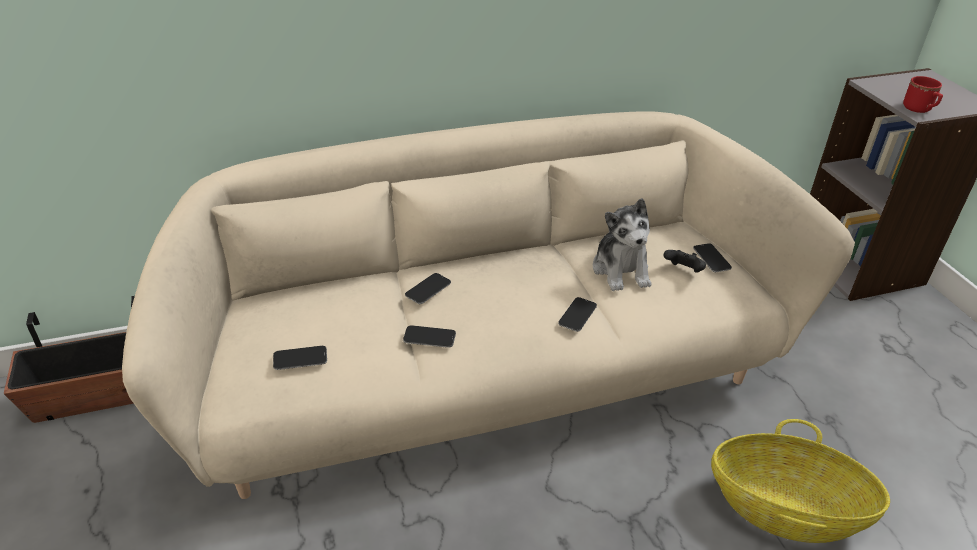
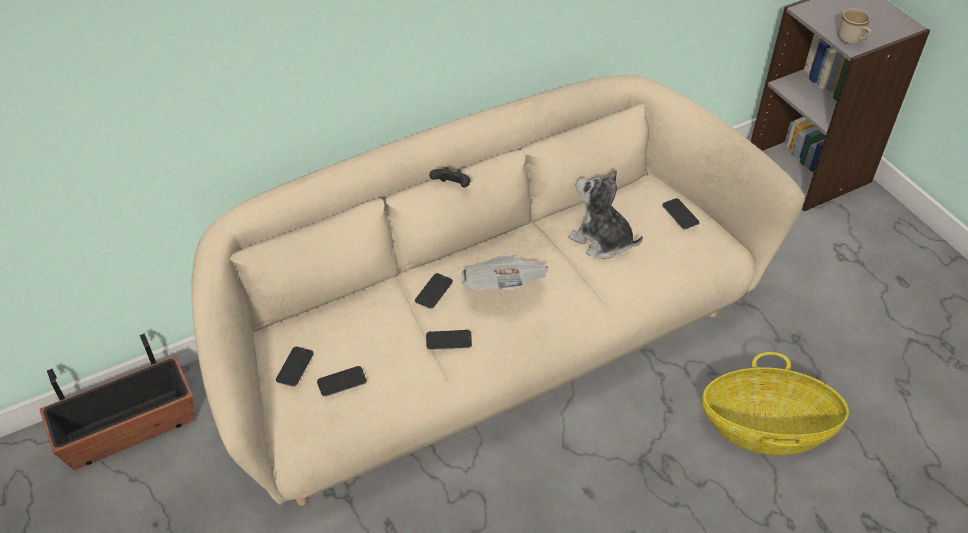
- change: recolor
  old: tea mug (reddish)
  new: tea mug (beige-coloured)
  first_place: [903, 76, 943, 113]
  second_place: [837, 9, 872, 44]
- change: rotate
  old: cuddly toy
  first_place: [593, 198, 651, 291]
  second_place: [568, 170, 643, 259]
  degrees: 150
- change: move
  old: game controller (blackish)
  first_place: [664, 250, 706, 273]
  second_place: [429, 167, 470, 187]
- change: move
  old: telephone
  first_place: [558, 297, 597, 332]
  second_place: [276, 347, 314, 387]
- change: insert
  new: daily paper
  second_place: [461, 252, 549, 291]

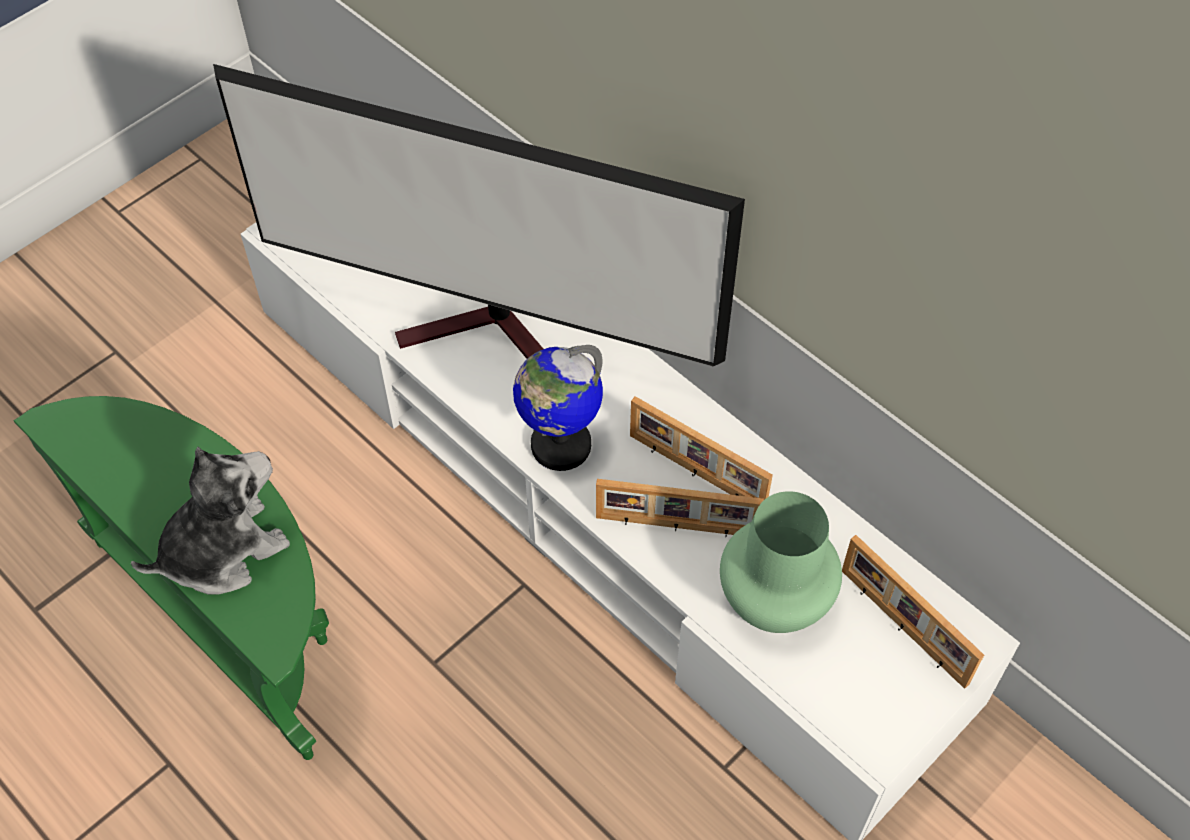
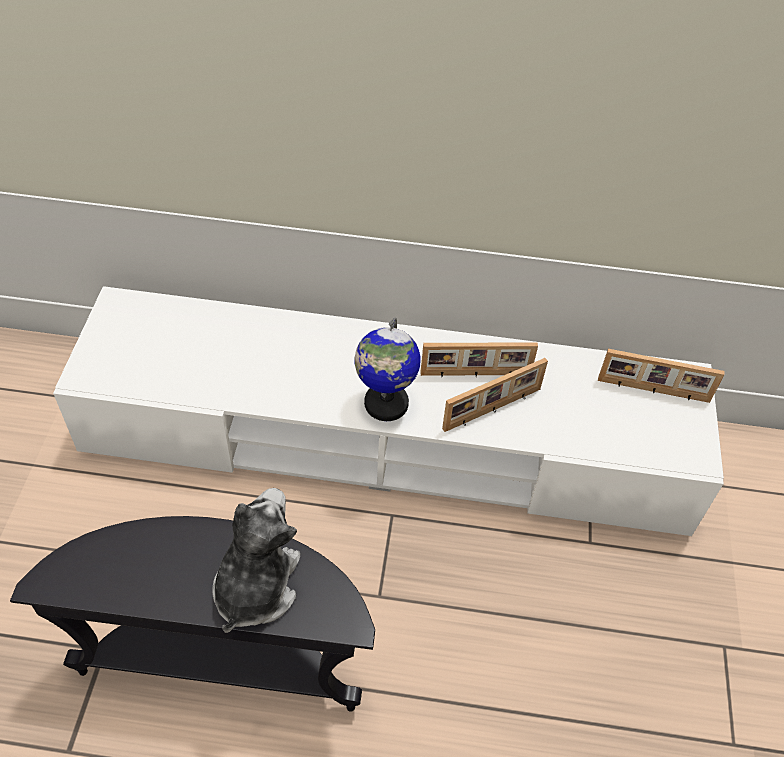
- change: delete
  old: TV
  first_place: [213, 64, 745, 366]
- change: recolor
  old: accent table (green)
  new: accent table (blackish)
  first_place: [14, 396, 329, 760]
  second_place: [10, 516, 375, 712]
- change: delete
  old: flower vase (green)
  first_place: [720, 491, 842, 633]

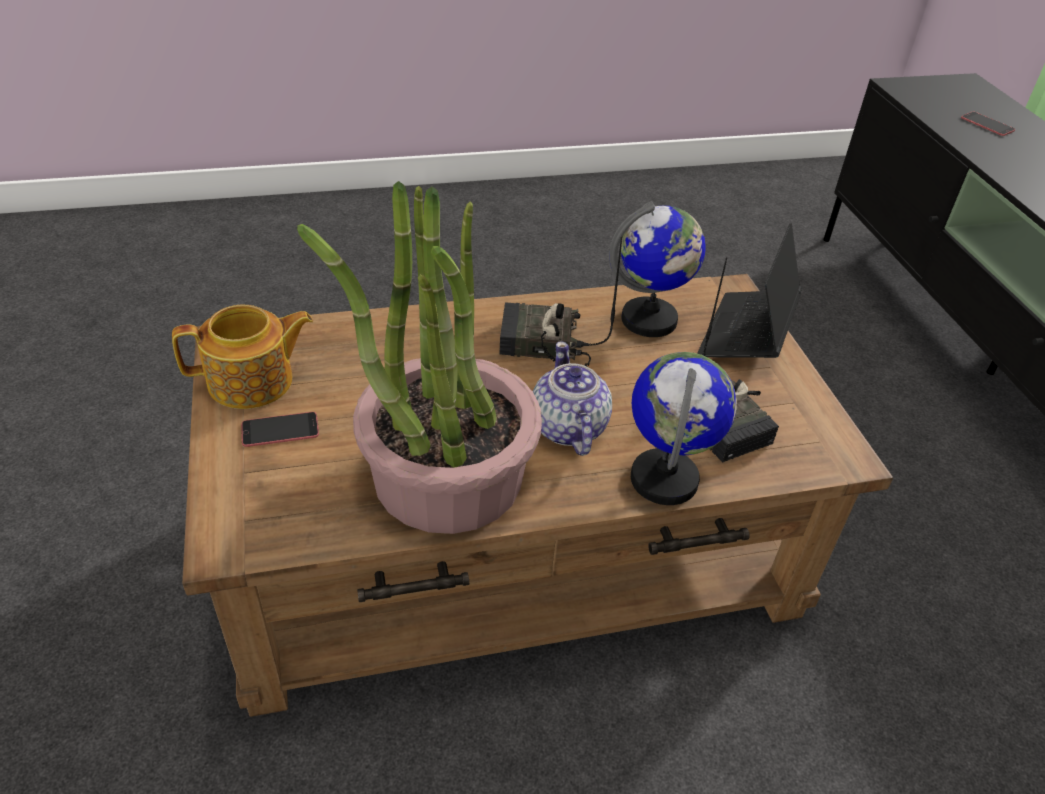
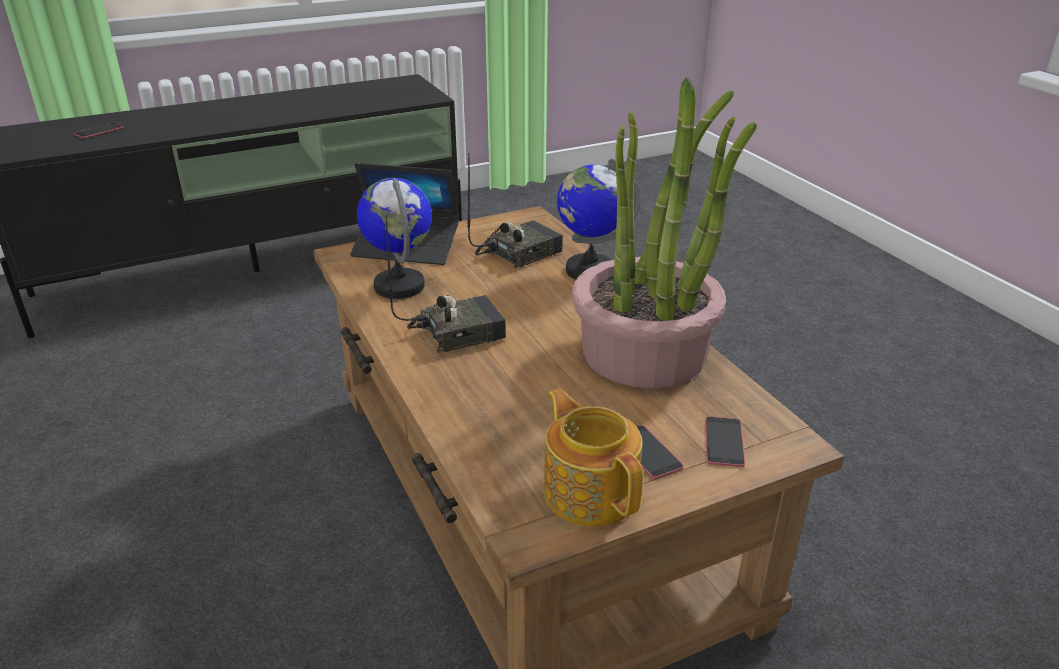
- change: rotate
  old: radio set
  first_place: [499, 236, 622, 366]
  second_place: [385, 215, 506, 353]
  degrees: -105
- change: delete
  old: pot for tea
  first_place: [533, 341, 612, 456]
- change: insert
  new: telephone
  second_place: [705, 416, 745, 467]

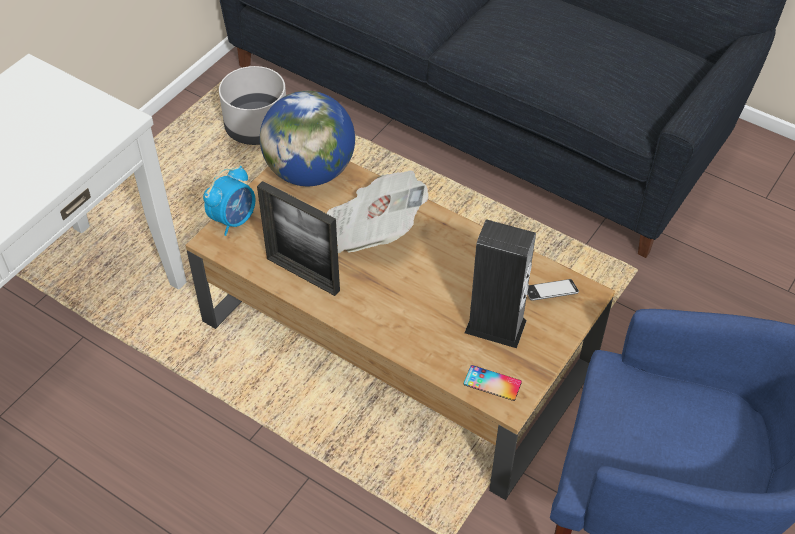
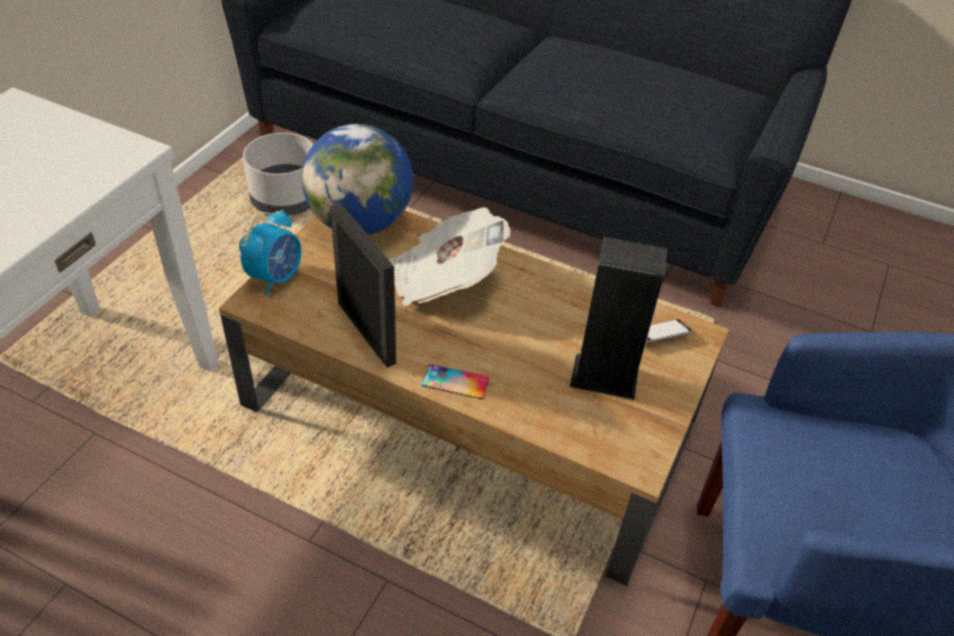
- change: rotate
  old: picture frame
  first_place: [257, 181, 340, 296]
  second_place: [330, 202, 396, 368]
  degrees: -150
- change: move
  old: telephone
  first_place: [464, 365, 522, 401]
  second_place: [422, 364, 489, 399]

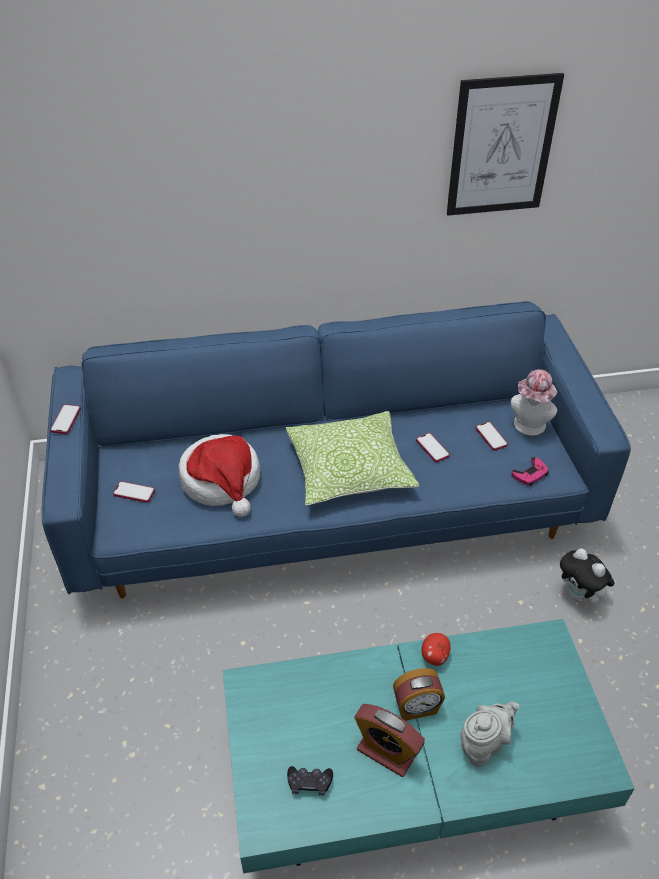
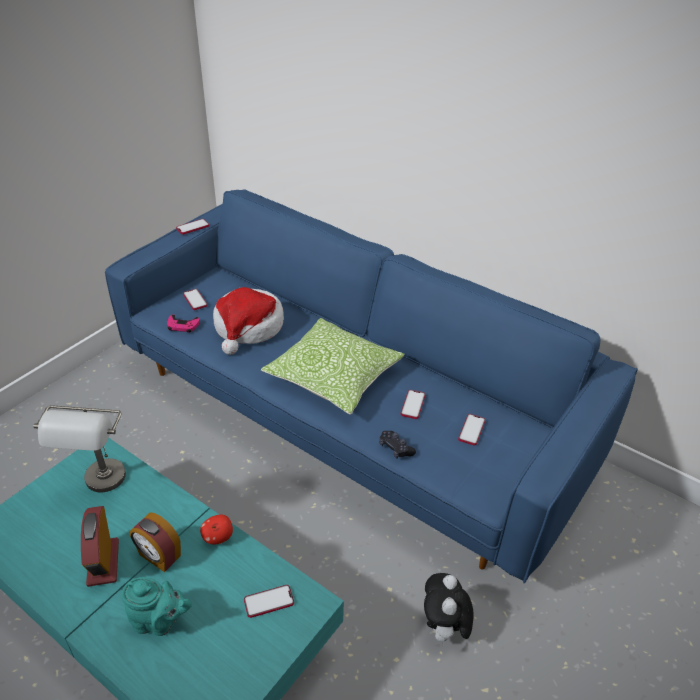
- change: delete
  old: picture
  first_place: [447, 73, 564, 216]
- change: delete
  old: hat
  first_place: [511, 369, 557, 436]
- change: move
  old: game controller (pinkish)
  first_place: [511, 457, 549, 486]
  second_place: [167, 315, 200, 333]
- change: recolor
  old: pot for tea (greyish)
  new: pot for tea (turquoise-coloured)
  first_place: [460, 702, 519, 767]
  second_place: [122, 577, 192, 636]
- change: move
  old: game controller (blackish)
  first_place: [287, 766, 333, 796]
  second_place: [379, 431, 416, 458]
- change: insert
  new: lamp for a table (greyish)
  second_place: [33, 405, 126, 492]
- change: insert
  new: telephone
  second_place: [244, 585, 294, 618]

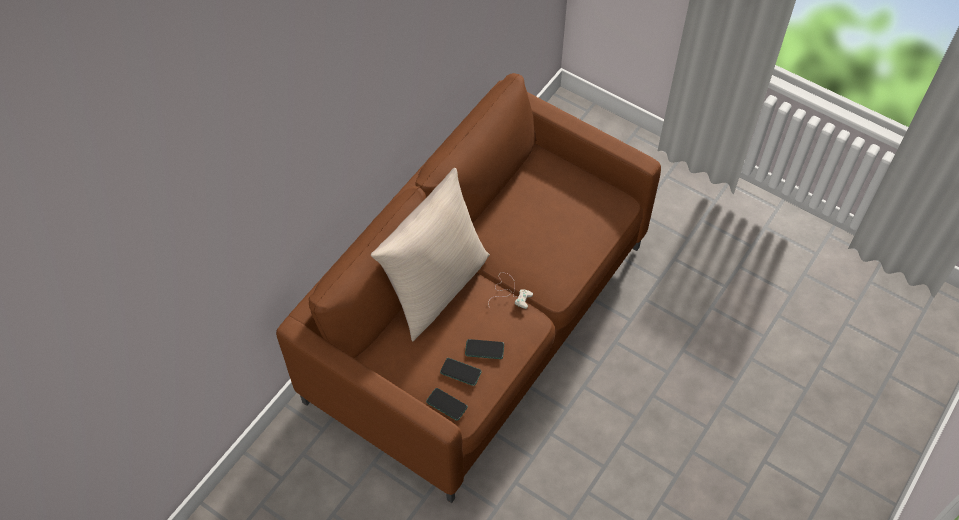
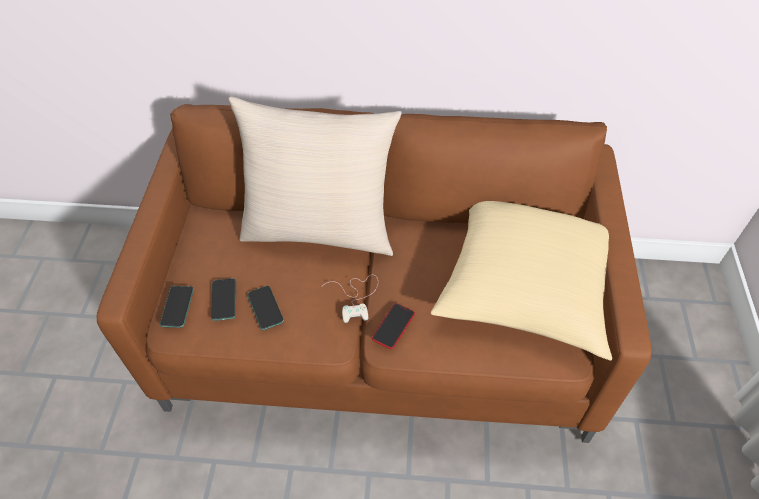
- change: insert
  new: throw pillow (beige-coloured)
  second_place: [431, 201, 612, 361]
- change: insert
  new: telephone
  second_place: [372, 303, 415, 349]

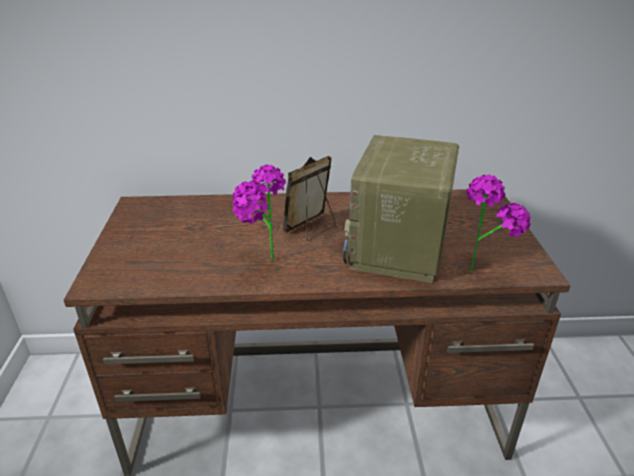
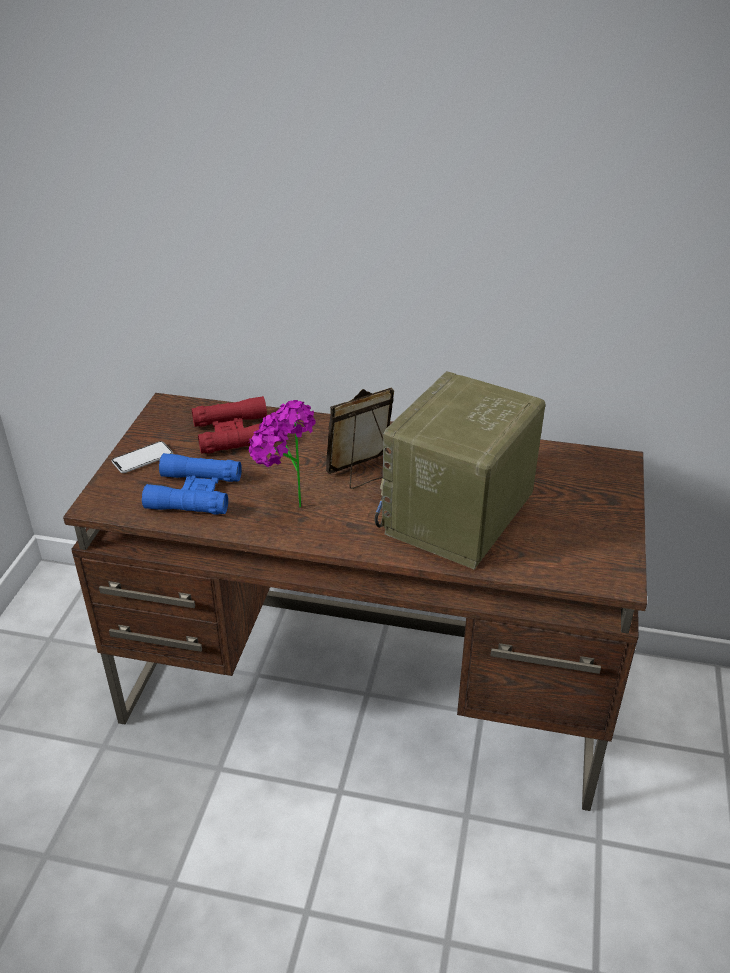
- change: delete
  old: houseplant
  first_place: [466, 174, 531, 273]
- change: insert
  new: field glasses (reddish)
  second_place: [192, 396, 276, 454]
- change: insert
  new: telephone
  second_place: [111, 441, 173, 473]
- change: insert
  new: field glasses (bluish)
  second_place: [142, 453, 242, 515]

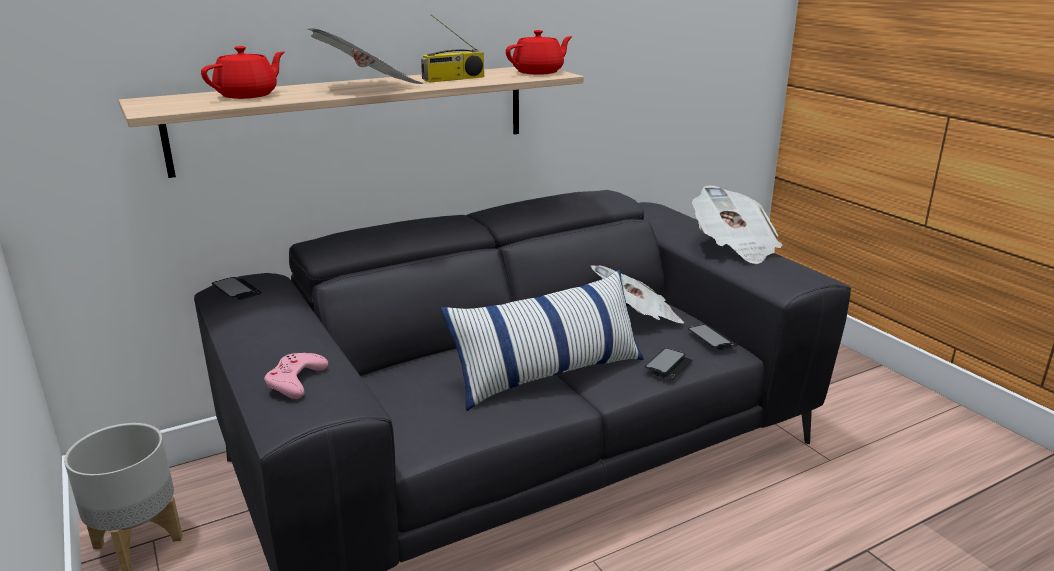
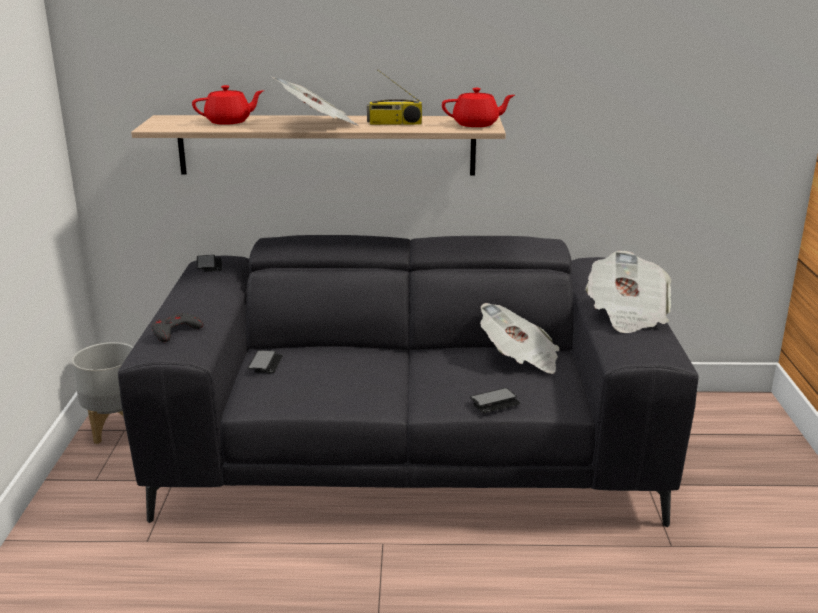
- change: delete
  old: throw pillow
  first_place: [441, 270, 644, 411]
- change: move
  old: telephone
  first_place: [688, 324, 738, 350]
  second_place: [248, 350, 283, 373]
- change: recolor
  old: game controller (pinkish)
  new: game controller (greyish)
  first_place: [265, 353, 328, 399]
  second_place: [152, 313, 203, 342]

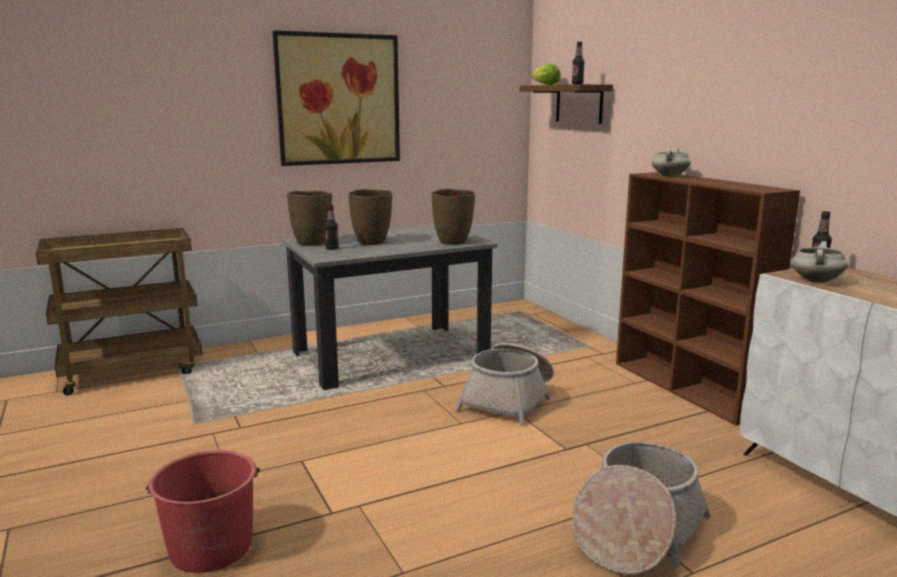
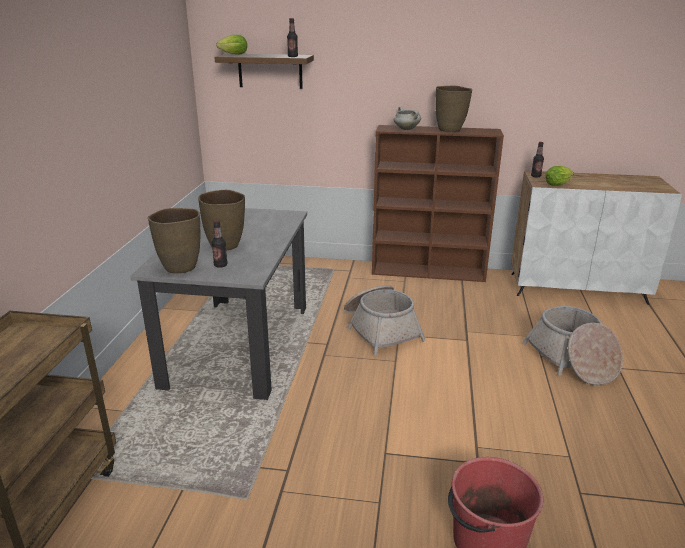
- change: delete
  old: picture
  first_place: [272, 30, 400, 166]
- change: move
  old: flower vase (brownish)
  first_place: [431, 189, 475, 245]
  second_place: [436, 85, 472, 132]
- change: replace
  old: saucepot (white-coloured)
  new: lettuce
  first_place: [791, 241, 848, 283]
  second_place: [545, 166, 574, 186]

